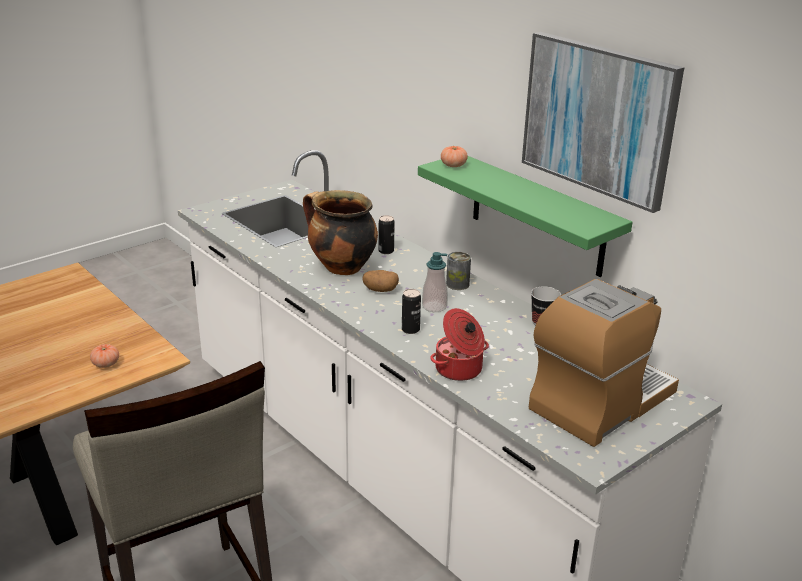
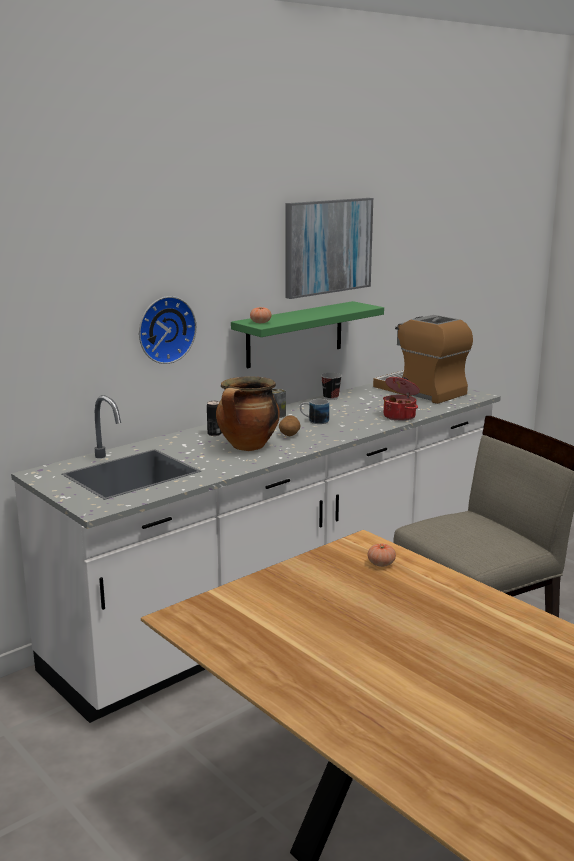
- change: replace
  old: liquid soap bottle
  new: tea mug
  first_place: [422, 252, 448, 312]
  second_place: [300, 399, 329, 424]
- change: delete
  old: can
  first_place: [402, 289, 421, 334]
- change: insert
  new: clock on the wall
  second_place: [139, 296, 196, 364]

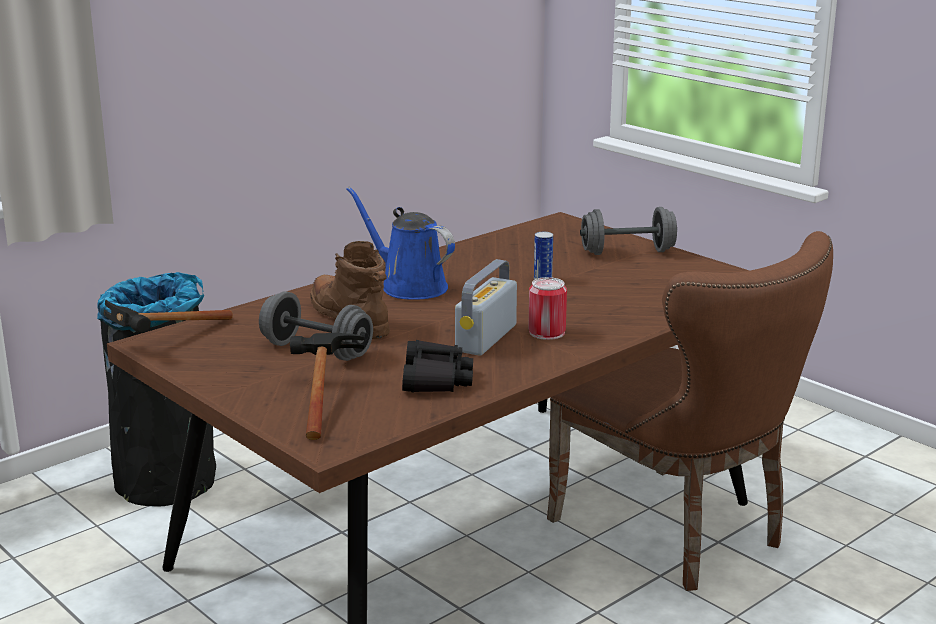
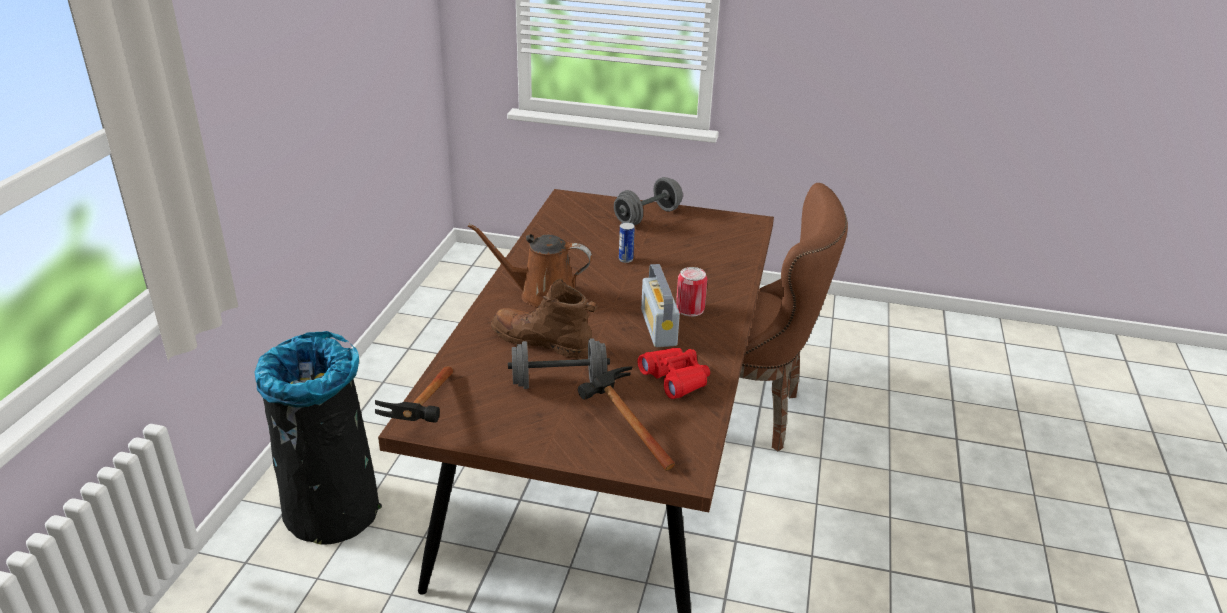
- change: recolor
  old: sprinkling can (bluish)
  new: sprinkling can (brownish)
  first_place: [346, 187, 455, 300]
  second_place: [468, 224, 592, 308]
- change: recolor
  old: field glasses (blackish)
  new: field glasses (reddish)
  first_place: [402, 340, 473, 392]
  second_place: [638, 348, 710, 399]

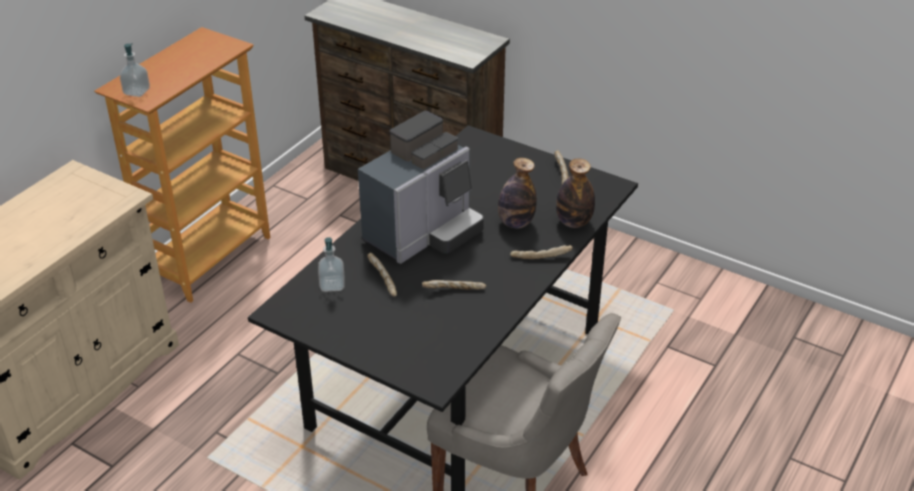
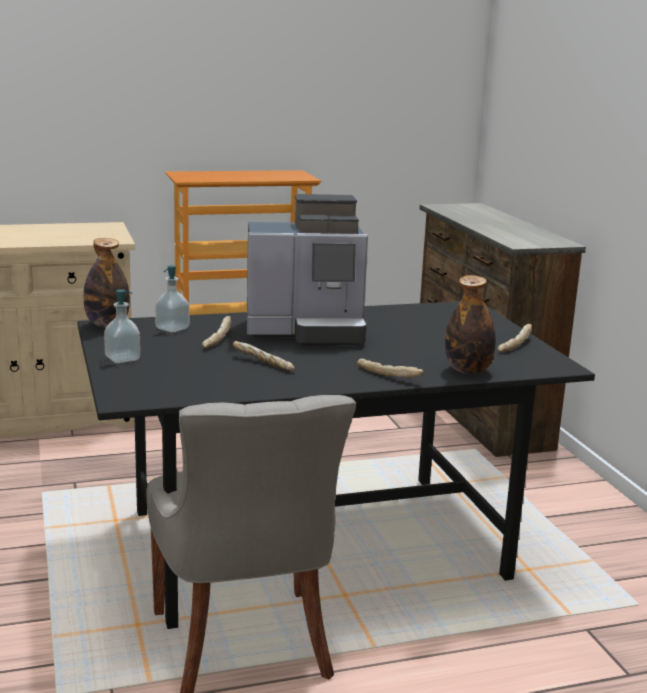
- change: move
  old: liquid soap bottle
  first_place: [120, 43, 150, 97]
  second_place: [104, 289, 140, 363]
- change: move
  old: bottle
  first_place: [498, 158, 537, 228]
  second_place: [83, 238, 130, 328]

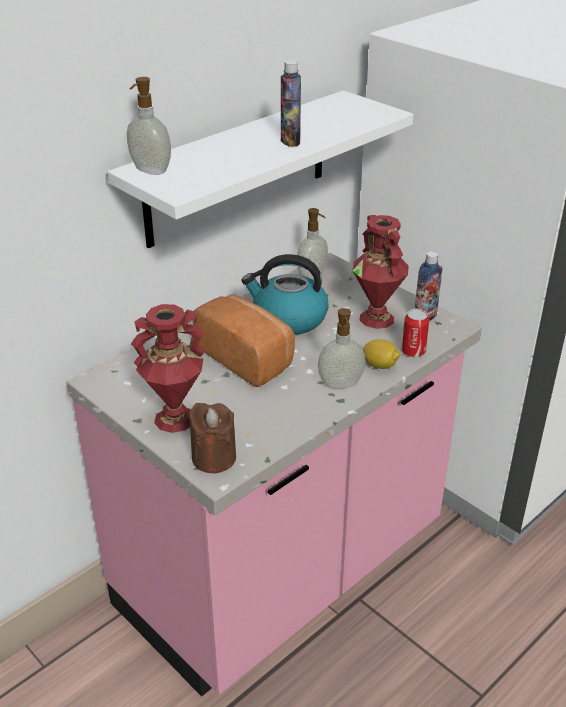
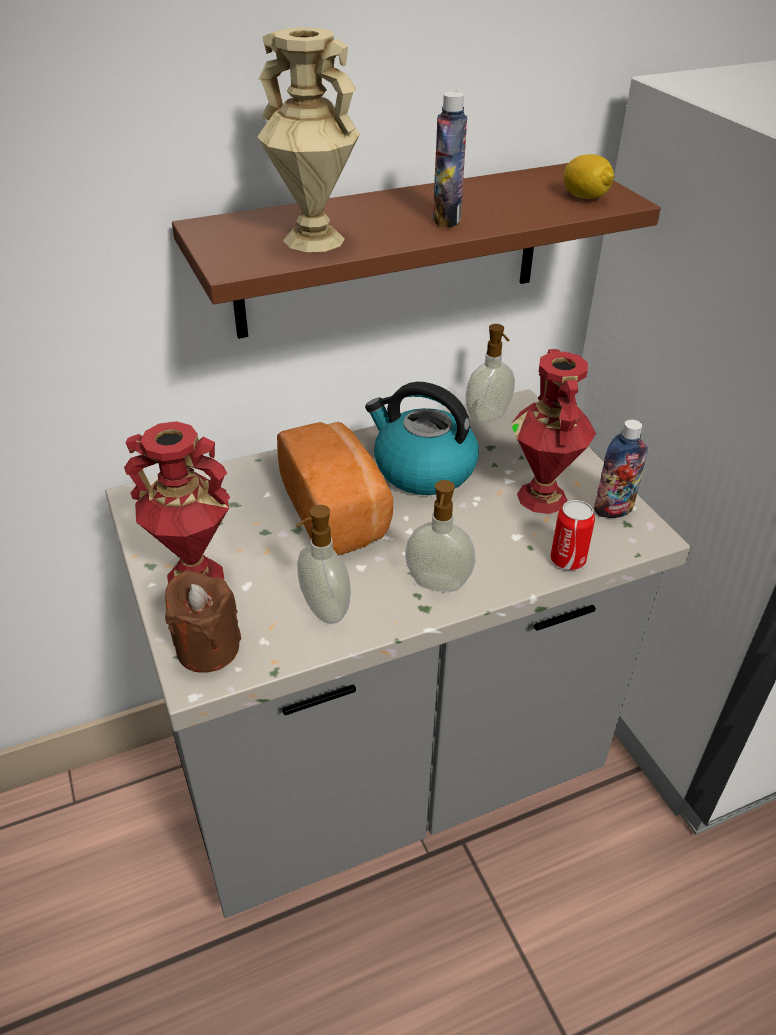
- change: move
  old: liquid soap bottle
  first_place: [127, 77, 171, 175]
  second_place: [296, 505, 351, 624]
- change: recolor
  old: shelf (white-coloured)
  new: shelf (brownish)
  first_place: [107, 90, 414, 248]
  second_place: [172, 163, 661, 339]
- change: recolor
  old: kitchen base unit (pinkish)
  new: kitchen base unit (greyish)
  first_place: [66, 253, 482, 697]
  second_place: [105, 389, 690, 918]
- change: move
  old: lemon
  first_place: [363, 339, 400, 369]
  second_place: [564, 154, 614, 199]
- change: insert
  new: flower vase (beige-coloured)
  second_place: [257, 27, 360, 252]

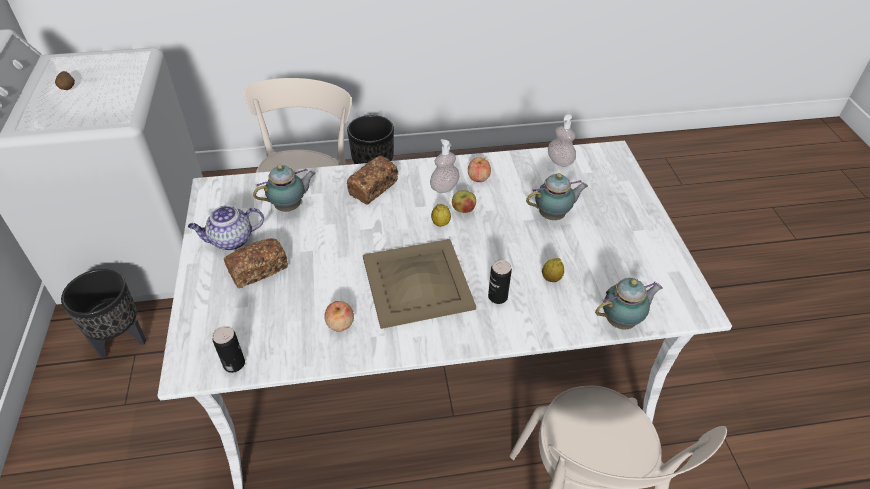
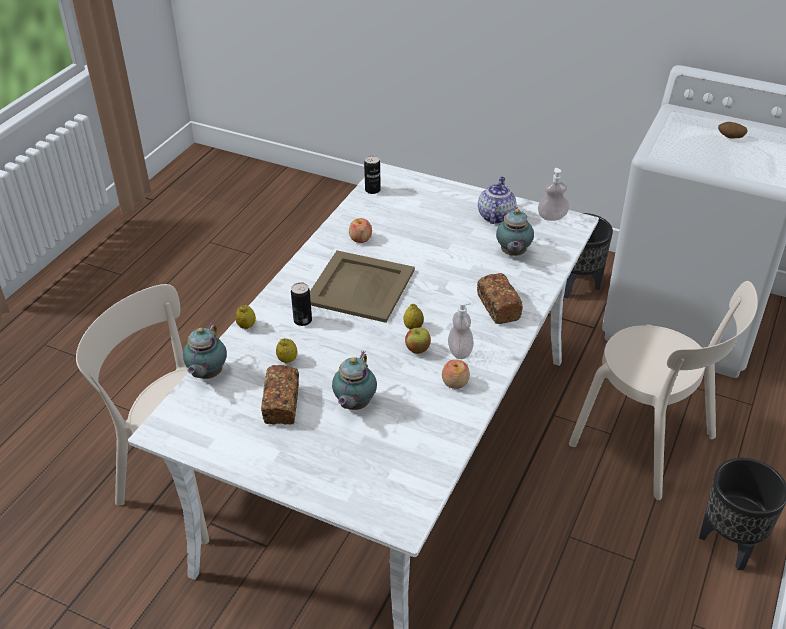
- change: move
  old: liquid soap bottle
  first_place: [548, 115, 576, 167]
  second_place: [538, 168, 569, 221]
- change: move
  old: baked bread
  first_place: [224, 238, 288, 288]
  second_place: [261, 365, 299, 425]
- change: insert
  new: lemon
  second_place: [235, 305, 256, 329]

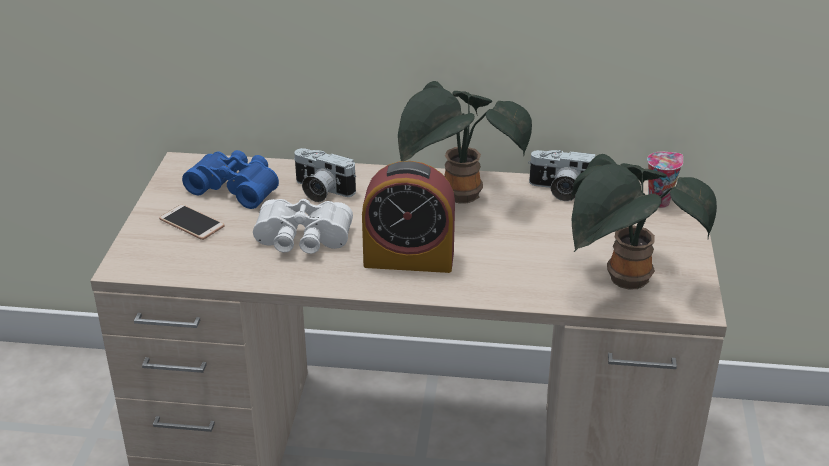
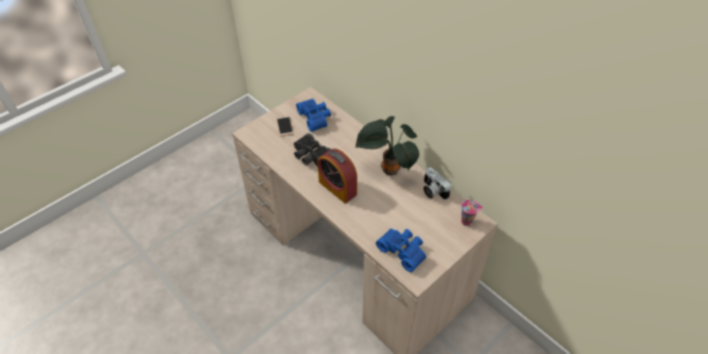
- change: delete
  old: photo camera
  first_place: [294, 148, 356, 202]
- change: replace
  old: houseplant
  new: field glasses (bluish)
  first_place: [571, 154, 717, 289]
  second_place: [376, 229, 426, 272]
- change: recolor
  old: field glasses (white-coloured)
  new: field glasses (blackish)
  first_place: [253, 199, 353, 254]
  second_place: [294, 133, 331, 166]

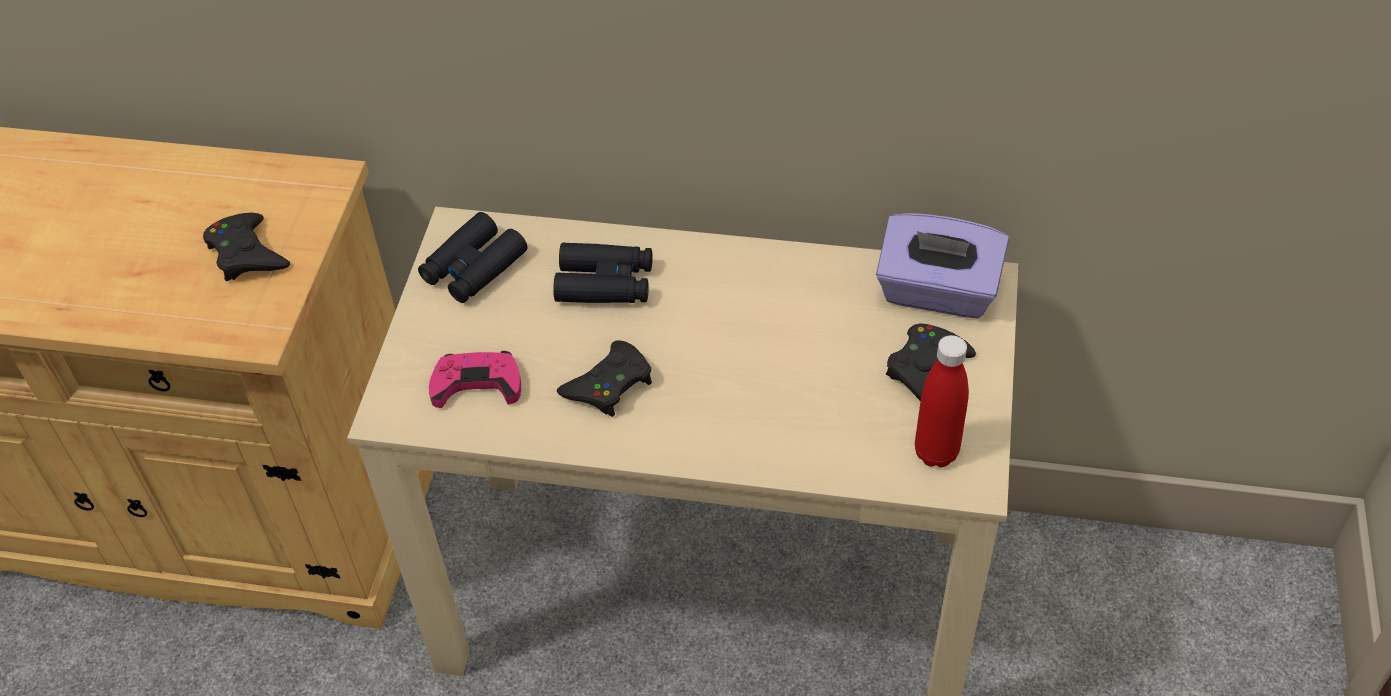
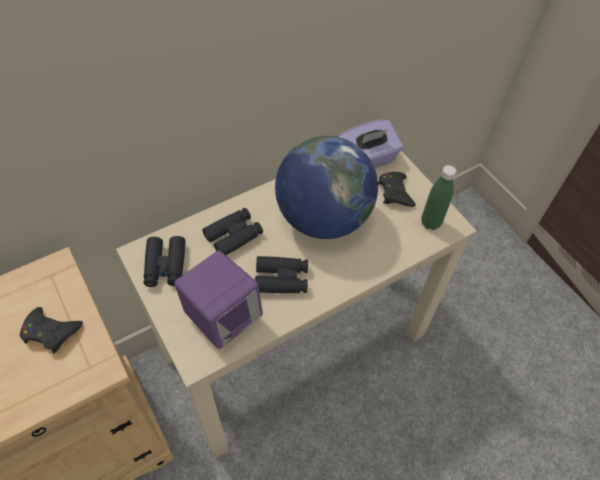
- change: recolor
  old: bottle (reddish)
  new: bottle (green)
  first_place: [915, 335, 969, 468]
  second_place: [421, 165, 457, 230]
- change: replace
  old: game controller (blackish)
  new: field glasses (blackish)
  first_place: [557, 340, 652, 417]
  second_place: [255, 256, 308, 293]
- change: replace
  old: game controller (pinkish)
  new: audio speaker (purple)
  first_place: [429, 351, 521, 408]
  second_place: [174, 251, 263, 349]
- change: insert
  new: globe
  second_place: [275, 136, 378, 239]

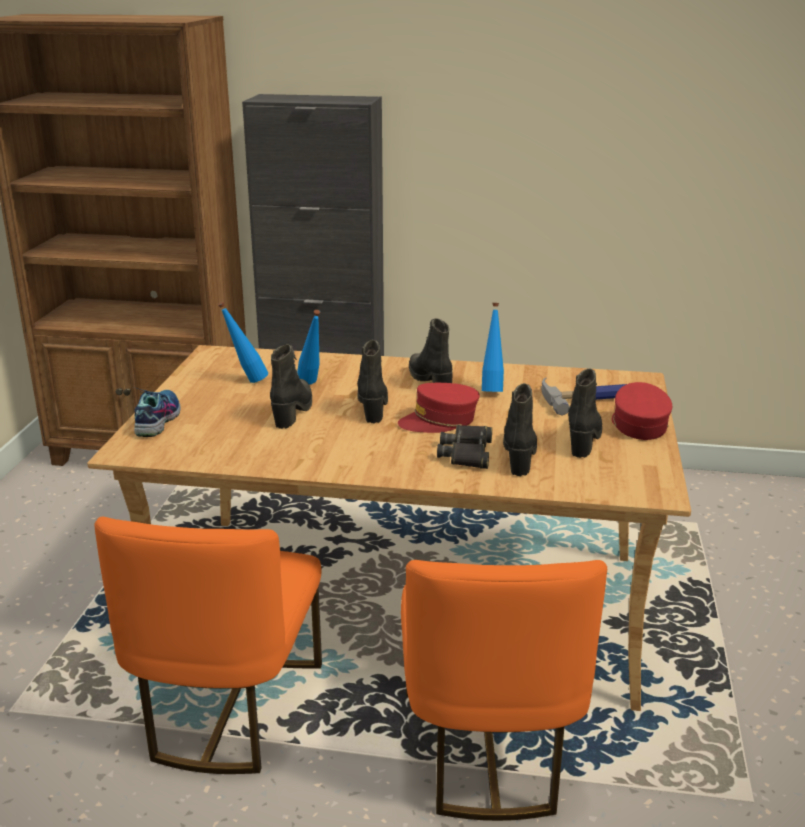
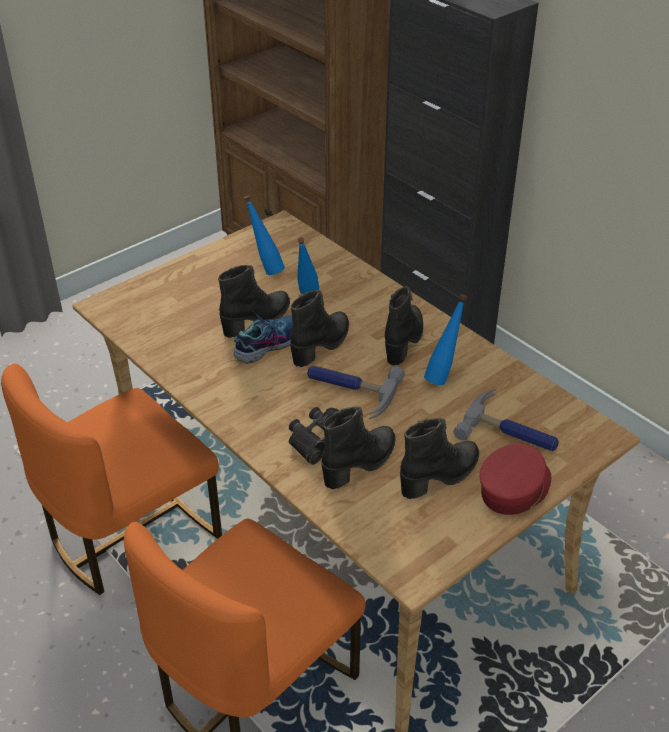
- change: replace
  old: baseball cap (reddish)
  new: tool hammer
  first_place: [398, 383, 480, 433]
  second_place: [307, 366, 405, 419]
- change: move
  old: item of footwear
  first_place: [134, 388, 181, 437]
  second_place: [234, 312, 293, 364]

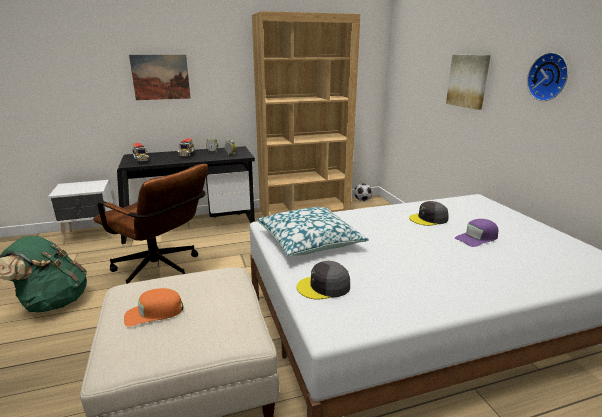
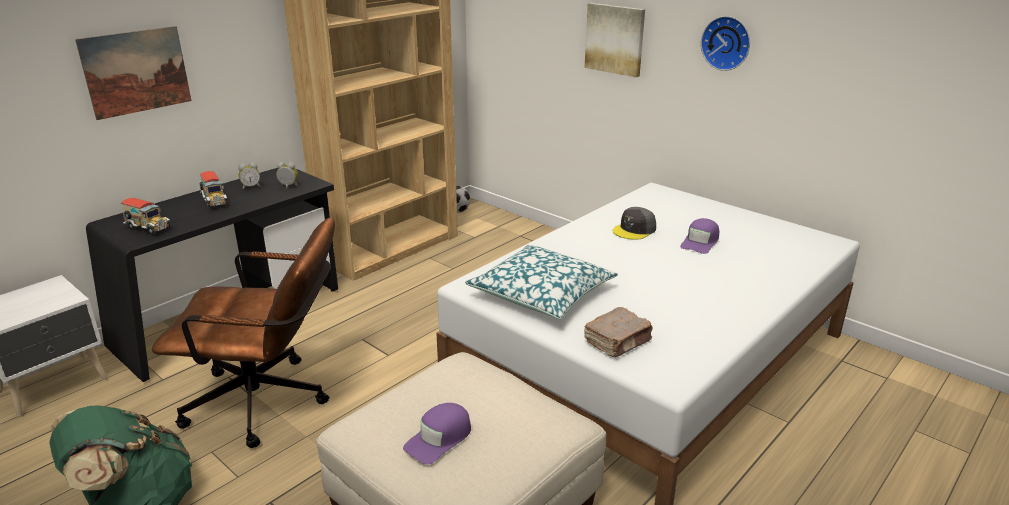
- change: replace
  old: baseball cap (greyish)
  new: volume (brownish)
  first_place: [297, 261, 350, 300]
  second_place: [584, 307, 653, 357]
- change: recolor
  old: baseball cap (orange-coloured)
  new: baseball cap (purple)
  first_place: [124, 288, 183, 327]
  second_place: [403, 403, 471, 465]

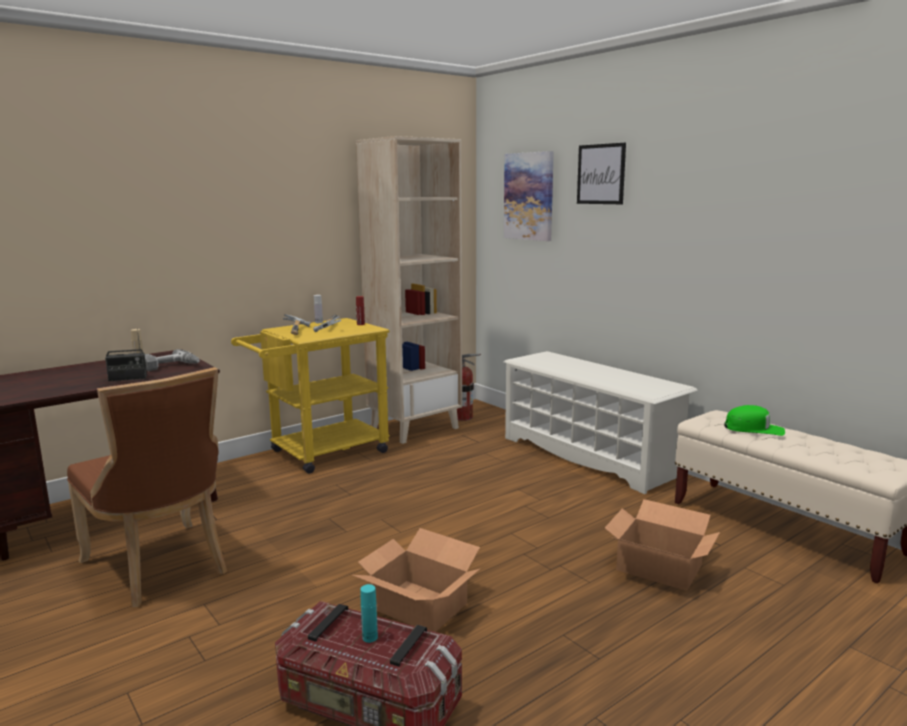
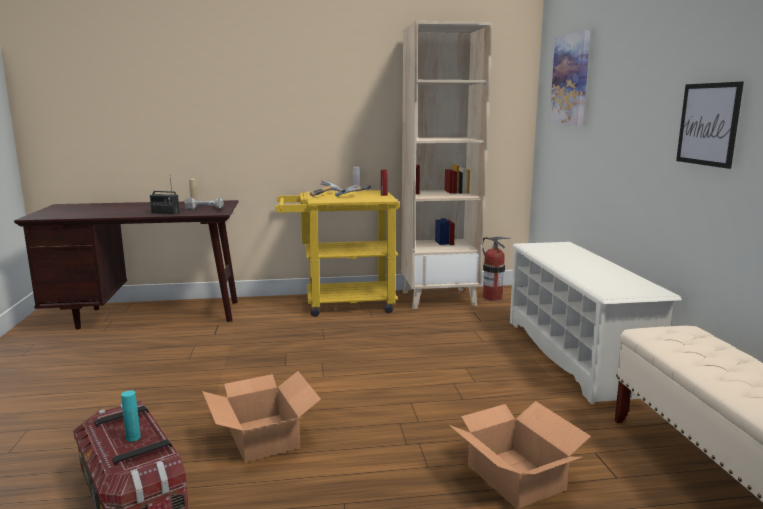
- change: move
  old: picture
  first_place: [577, 143, 626, 204]
  second_place: [676, 82, 744, 169]
- change: delete
  old: plain chair (brownish)
  first_place: [67, 367, 227, 607]
- change: delete
  old: baseball cap (green)
  first_place: [724, 405, 785, 436]

